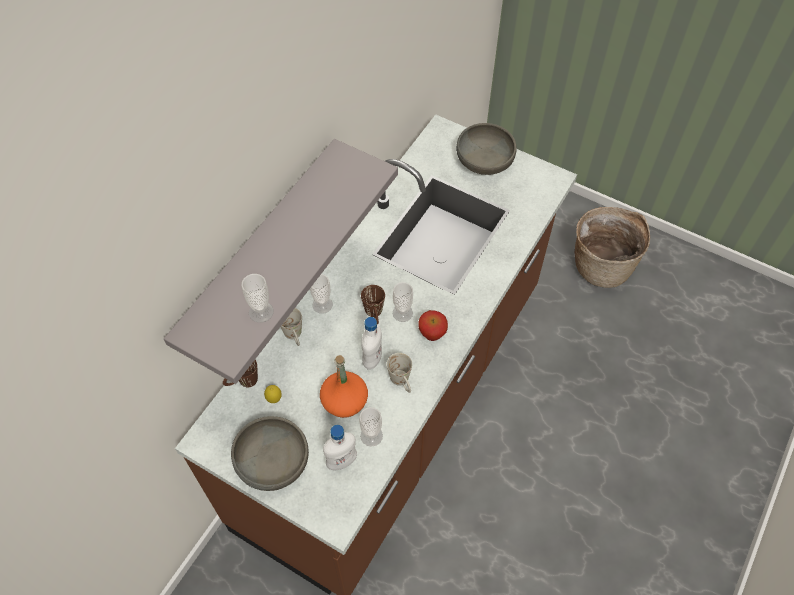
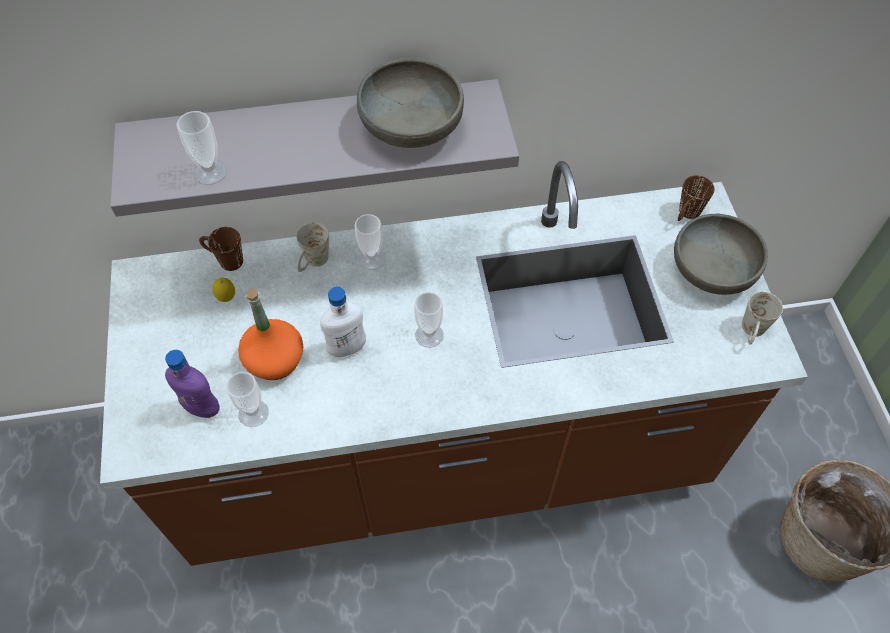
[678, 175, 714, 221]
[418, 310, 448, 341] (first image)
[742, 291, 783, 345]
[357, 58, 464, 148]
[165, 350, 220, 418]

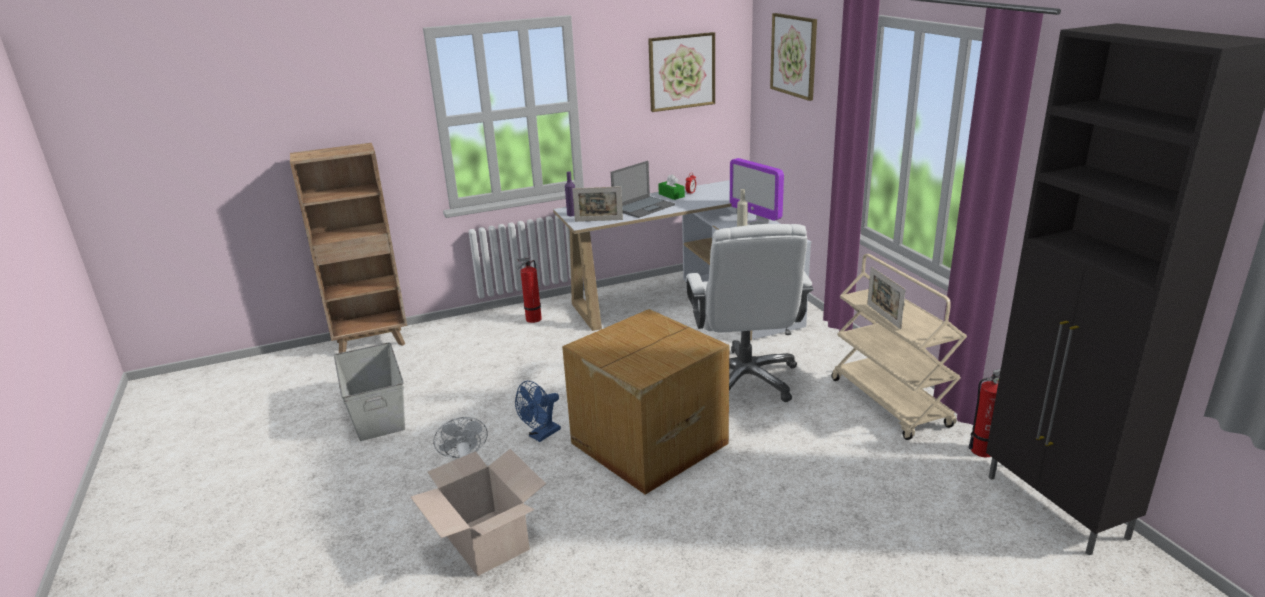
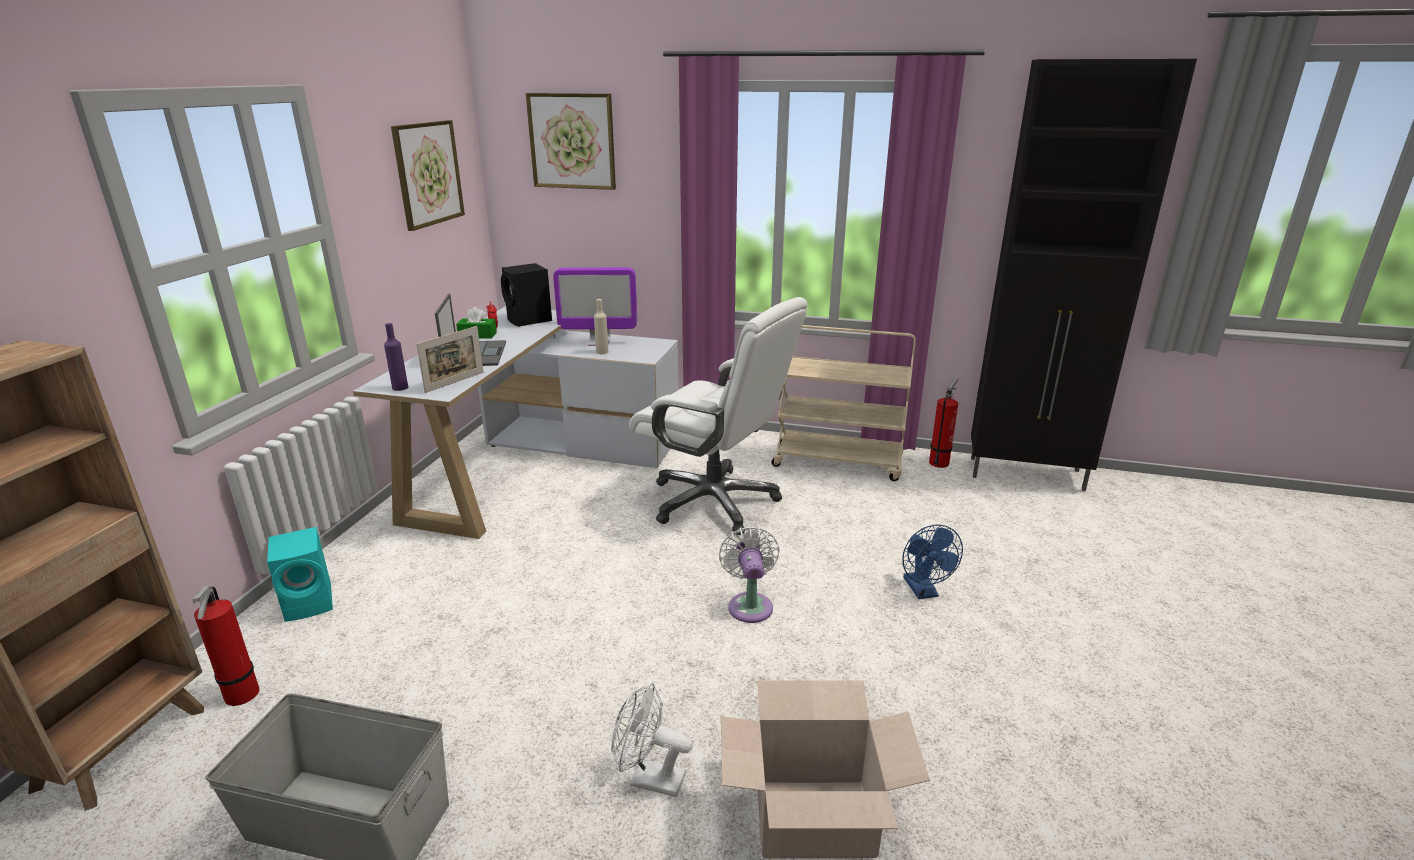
[193, 586, 259, 706]
[867, 266, 906, 329] (first image)
[719, 526, 780, 623]
[902, 525, 963, 599]
[501, 263, 552, 327]
[267, 527, 333, 622]

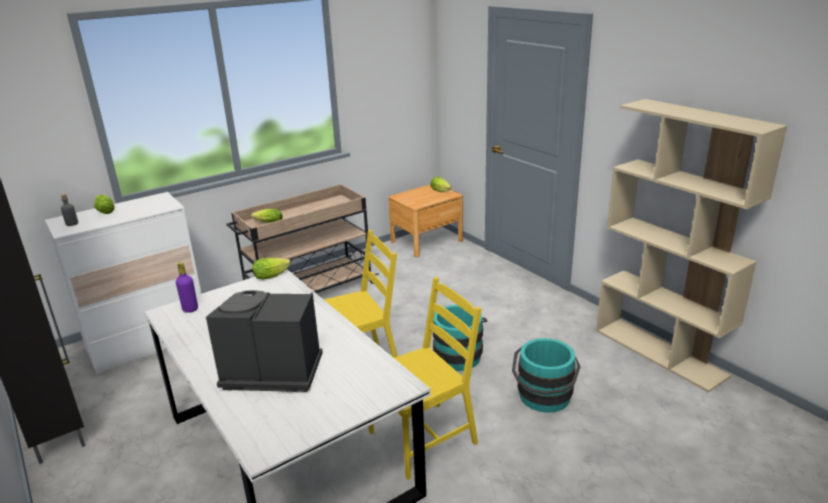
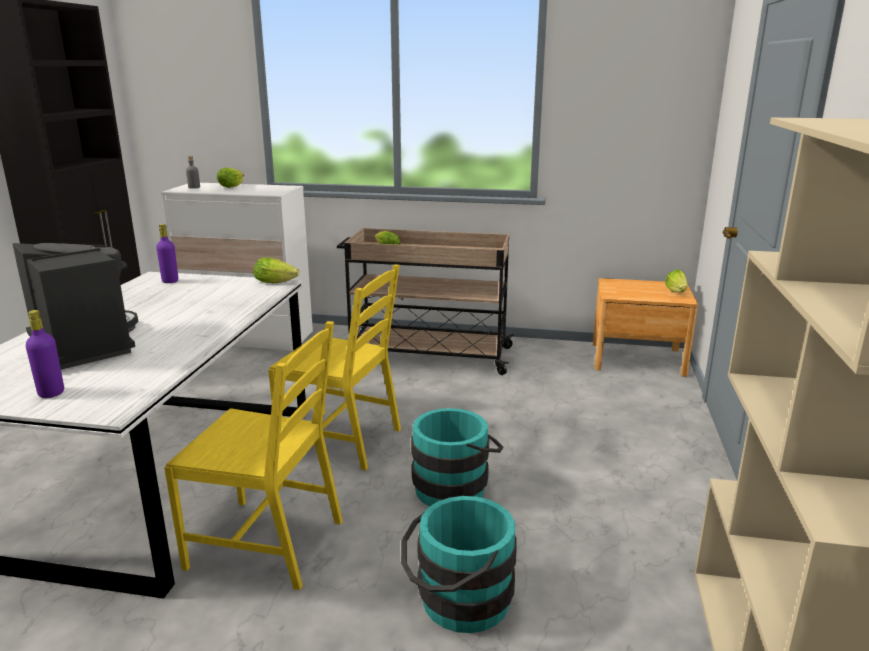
[26, 310, 64, 398]

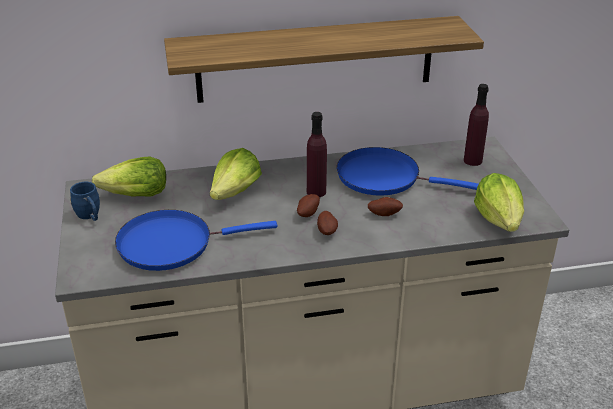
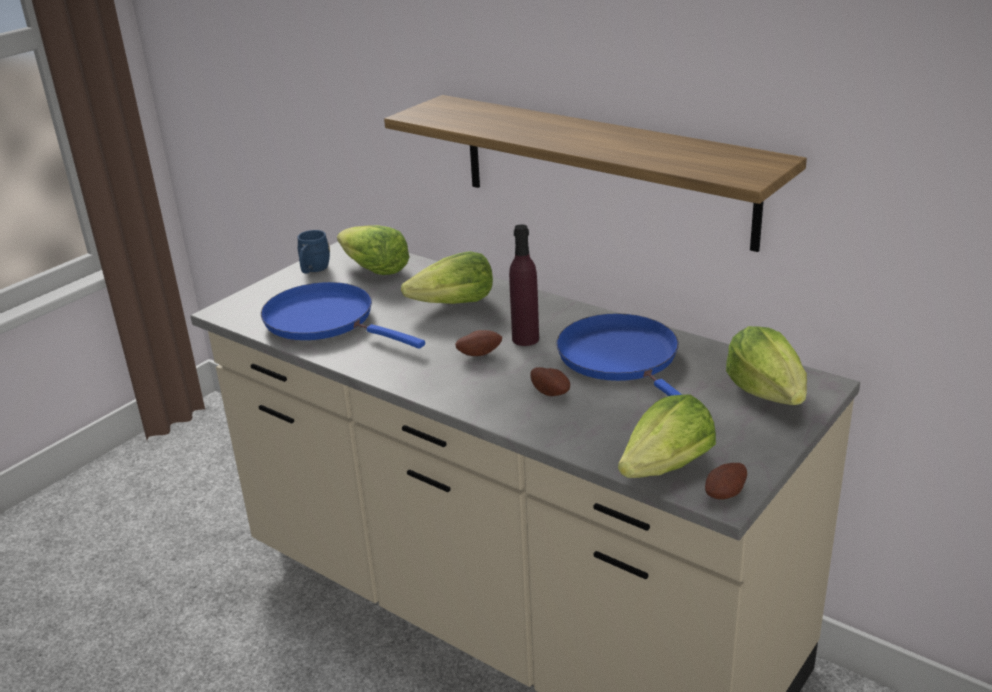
[726, 326, 807, 405]
[705, 463, 747, 499]

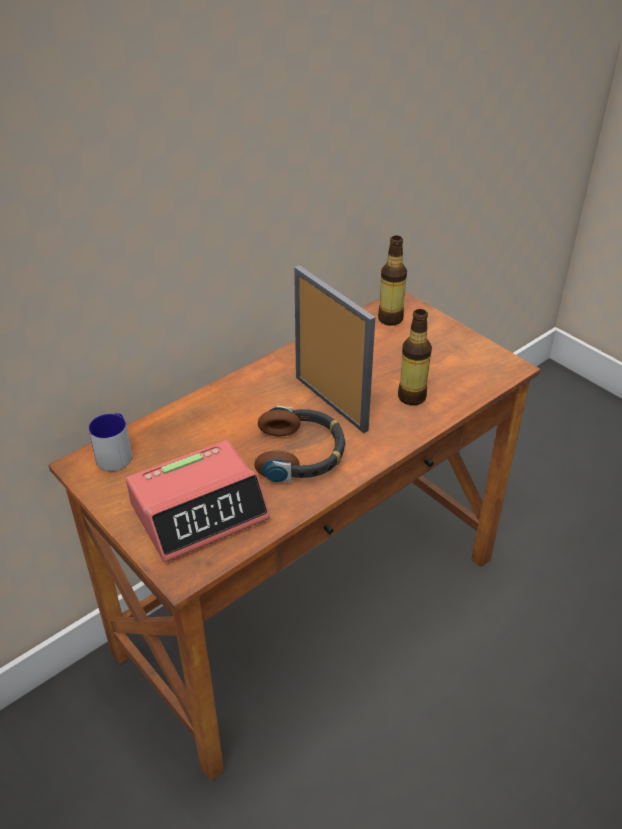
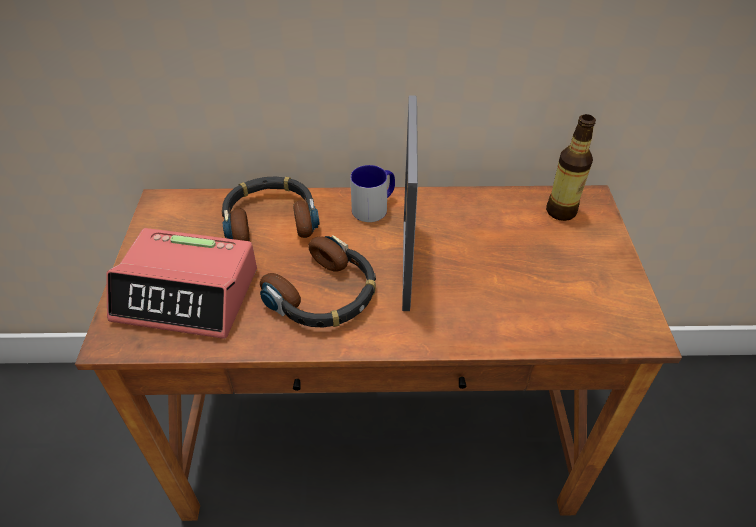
[398, 309, 432, 405] (first image)
[350, 165, 395, 222]
[221, 177, 319, 241]

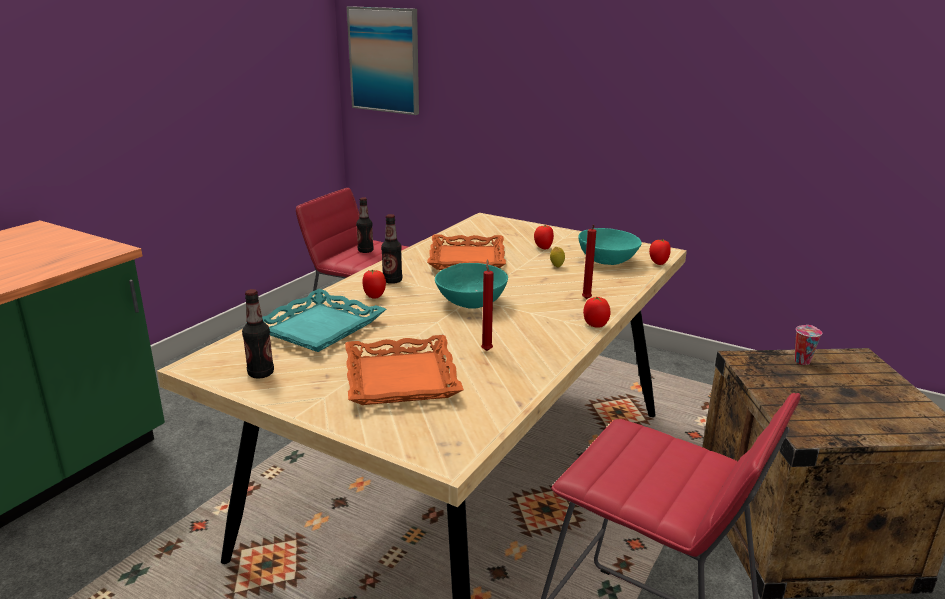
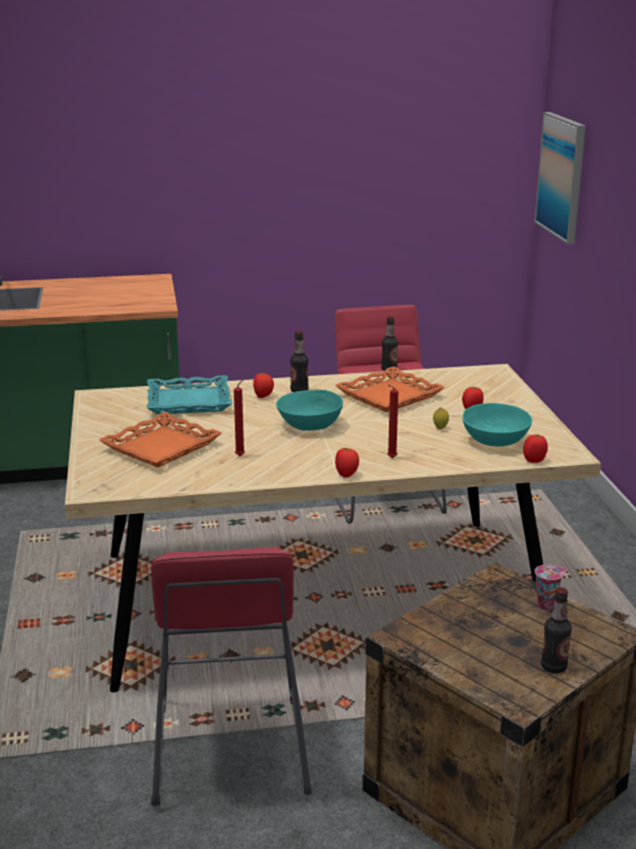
[541, 587, 572, 673]

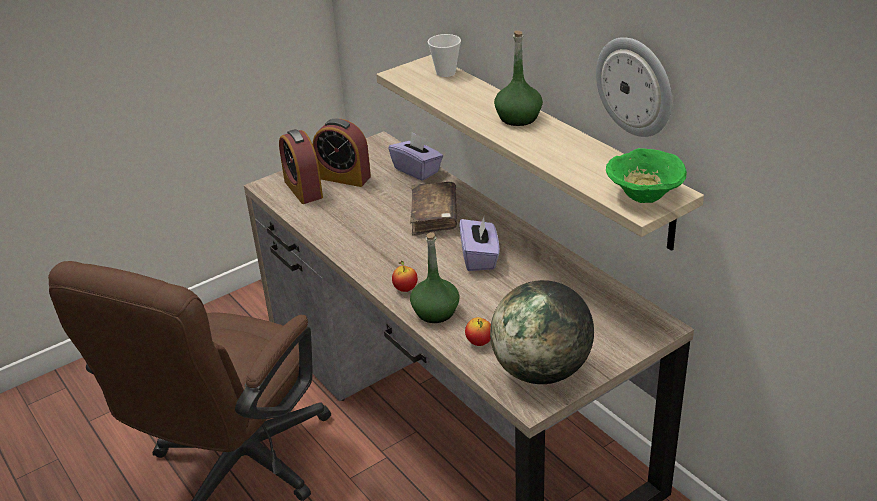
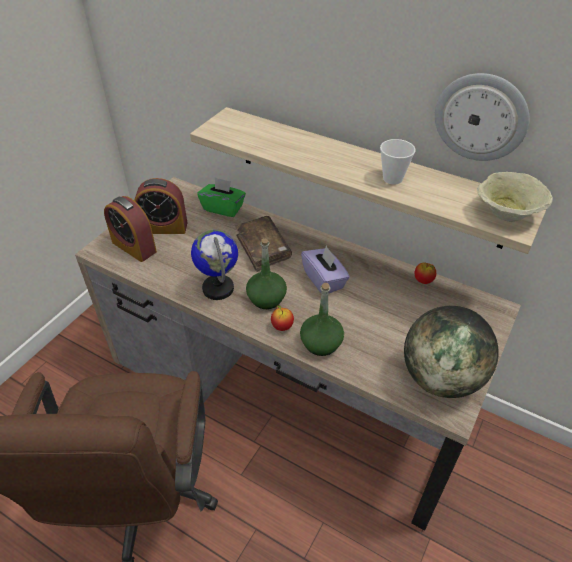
[246, 238, 287, 309]
[380, 139, 416, 185]
[197, 177, 246, 217]
[477, 172, 553, 222]
[415, 262, 436, 284]
[191, 230, 238, 300]

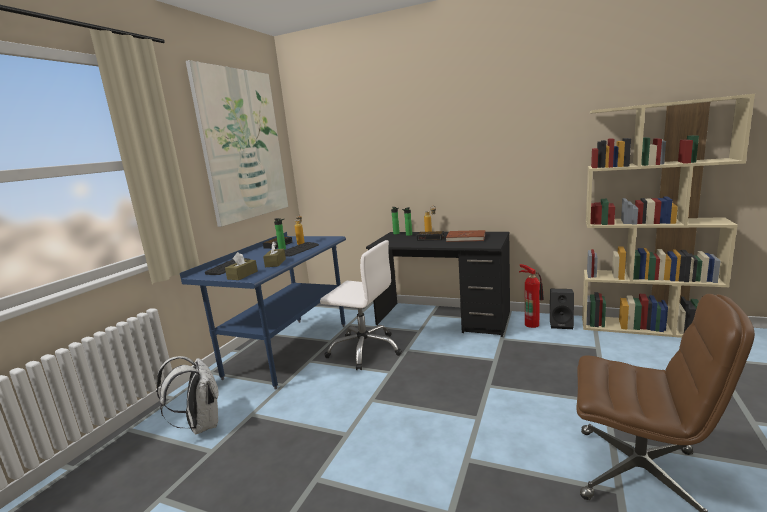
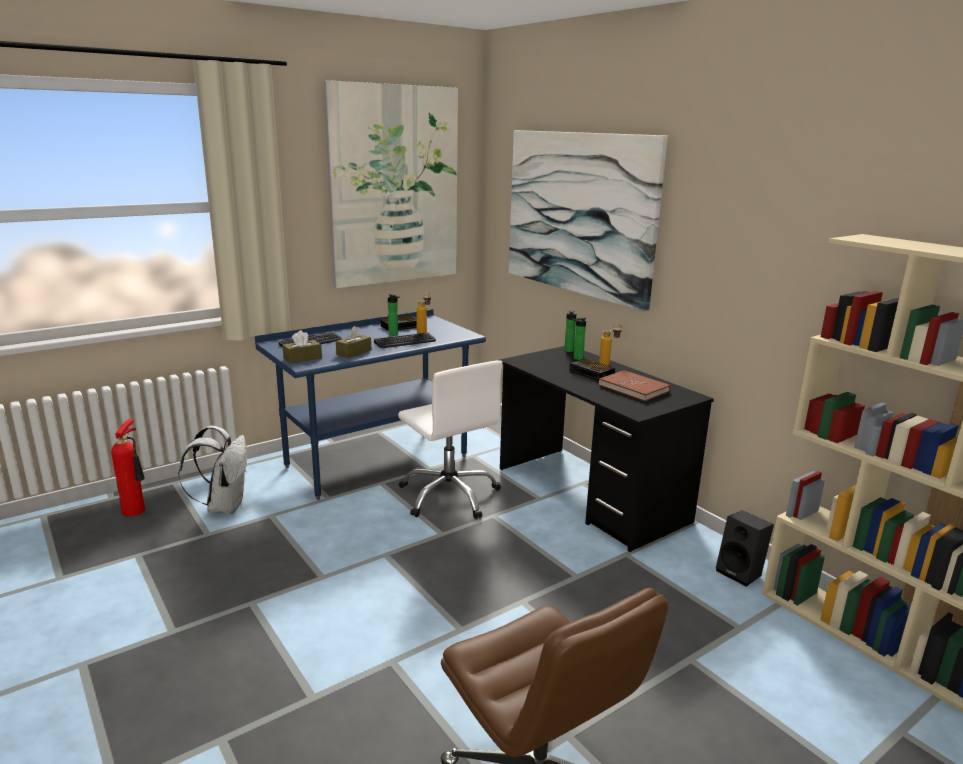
[111, 419, 145, 517]
[509, 130, 668, 312]

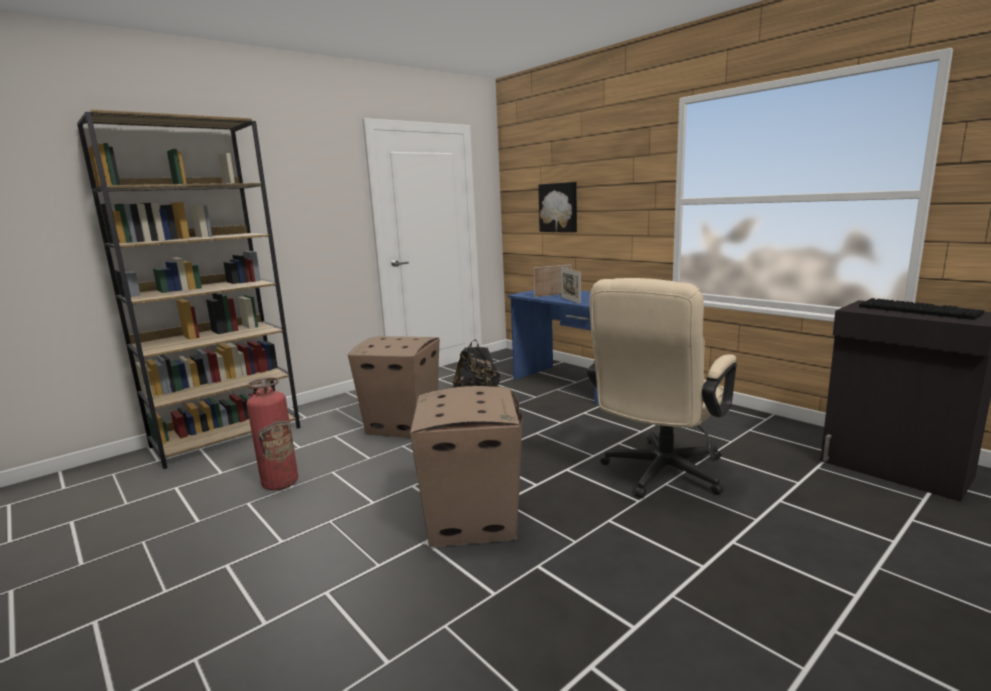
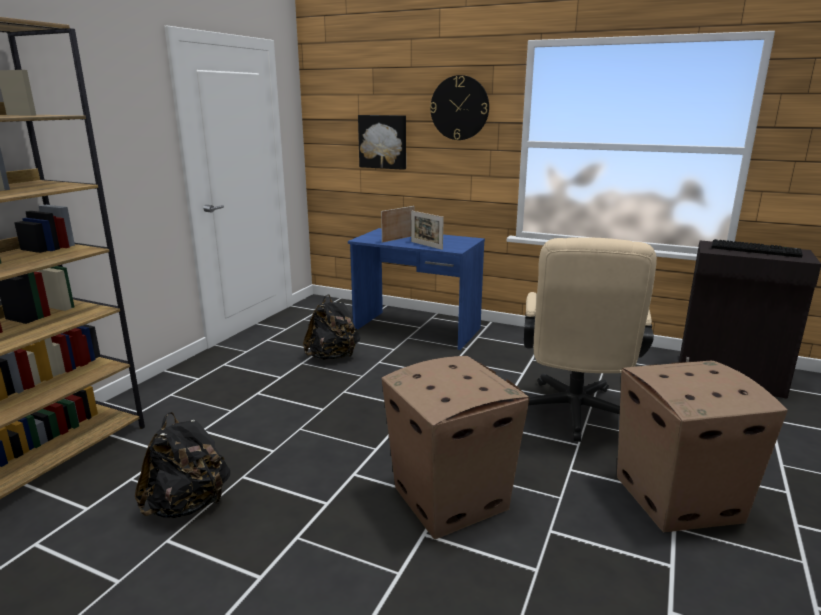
[617, 361, 788, 533]
[135, 412, 230, 518]
[430, 75, 489, 140]

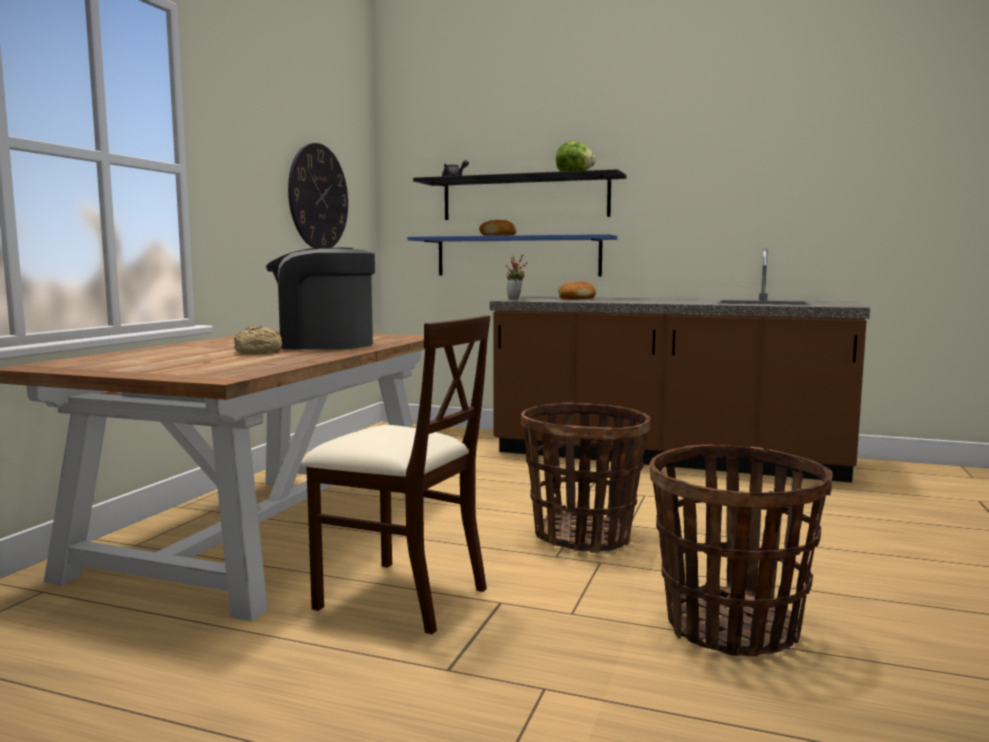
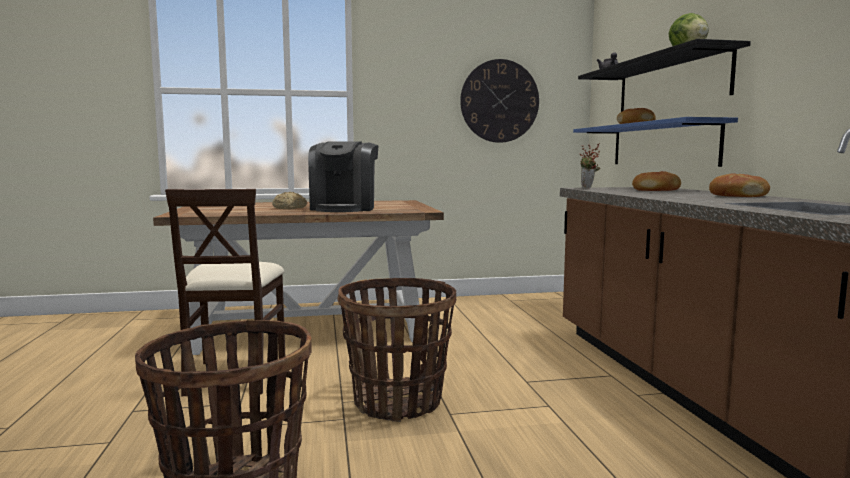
[308, 141, 379, 212]
[709, 173, 770, 197]

